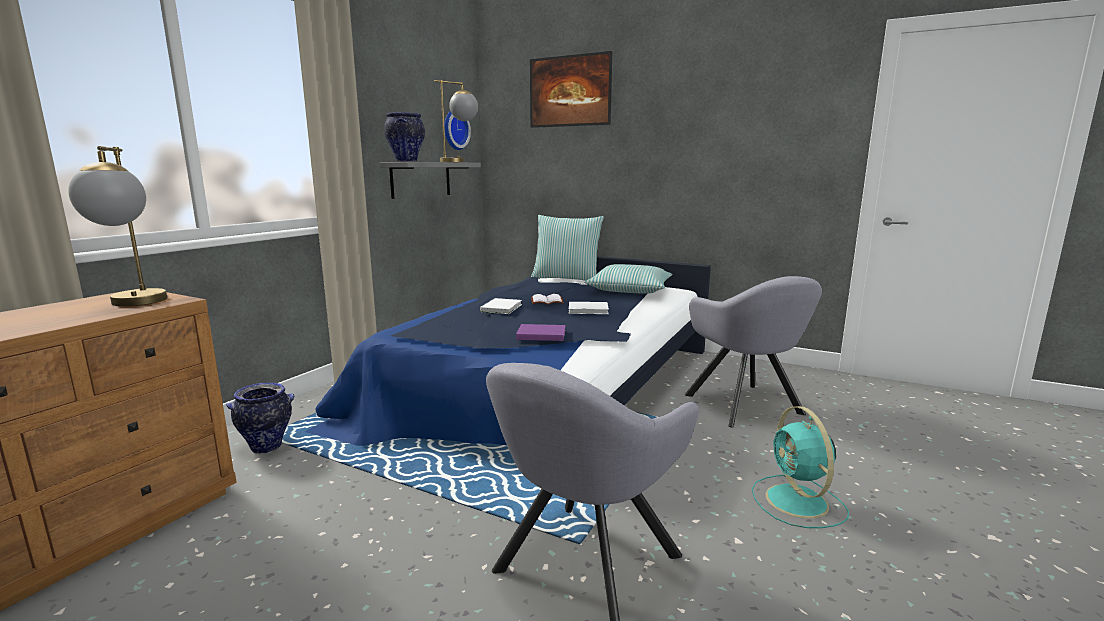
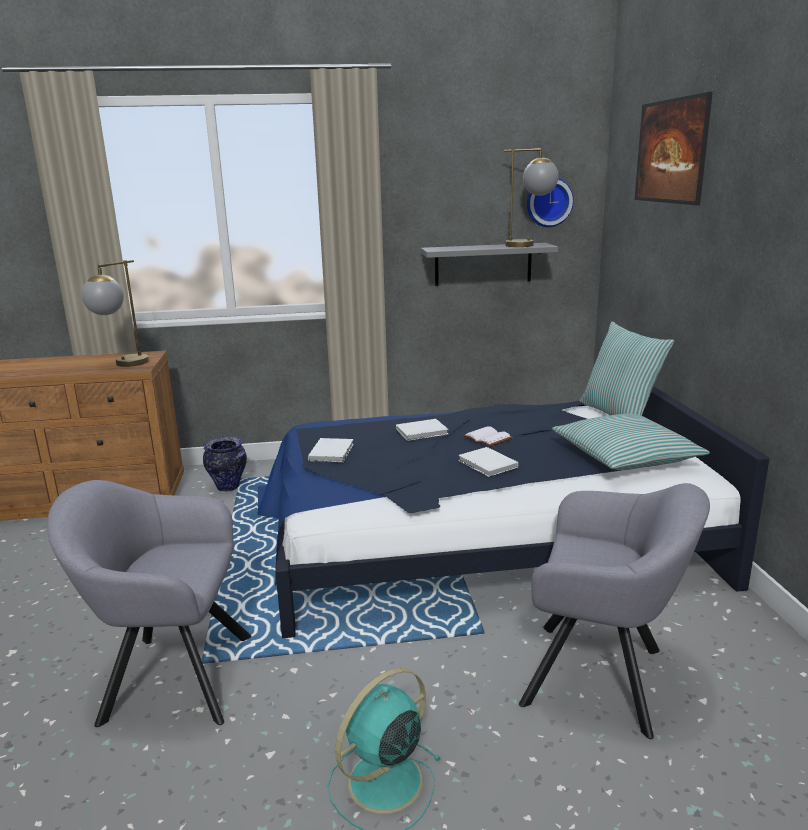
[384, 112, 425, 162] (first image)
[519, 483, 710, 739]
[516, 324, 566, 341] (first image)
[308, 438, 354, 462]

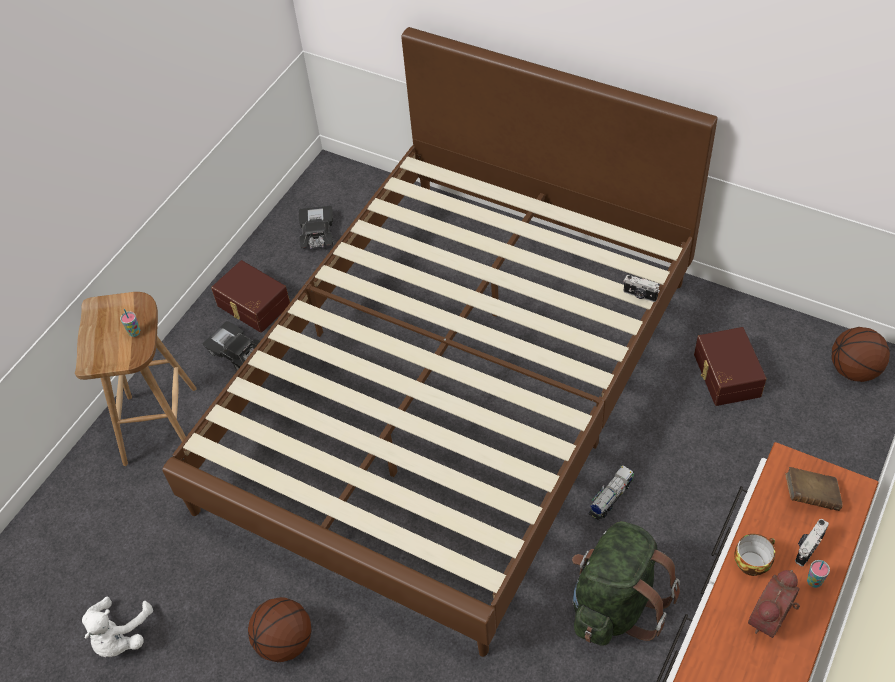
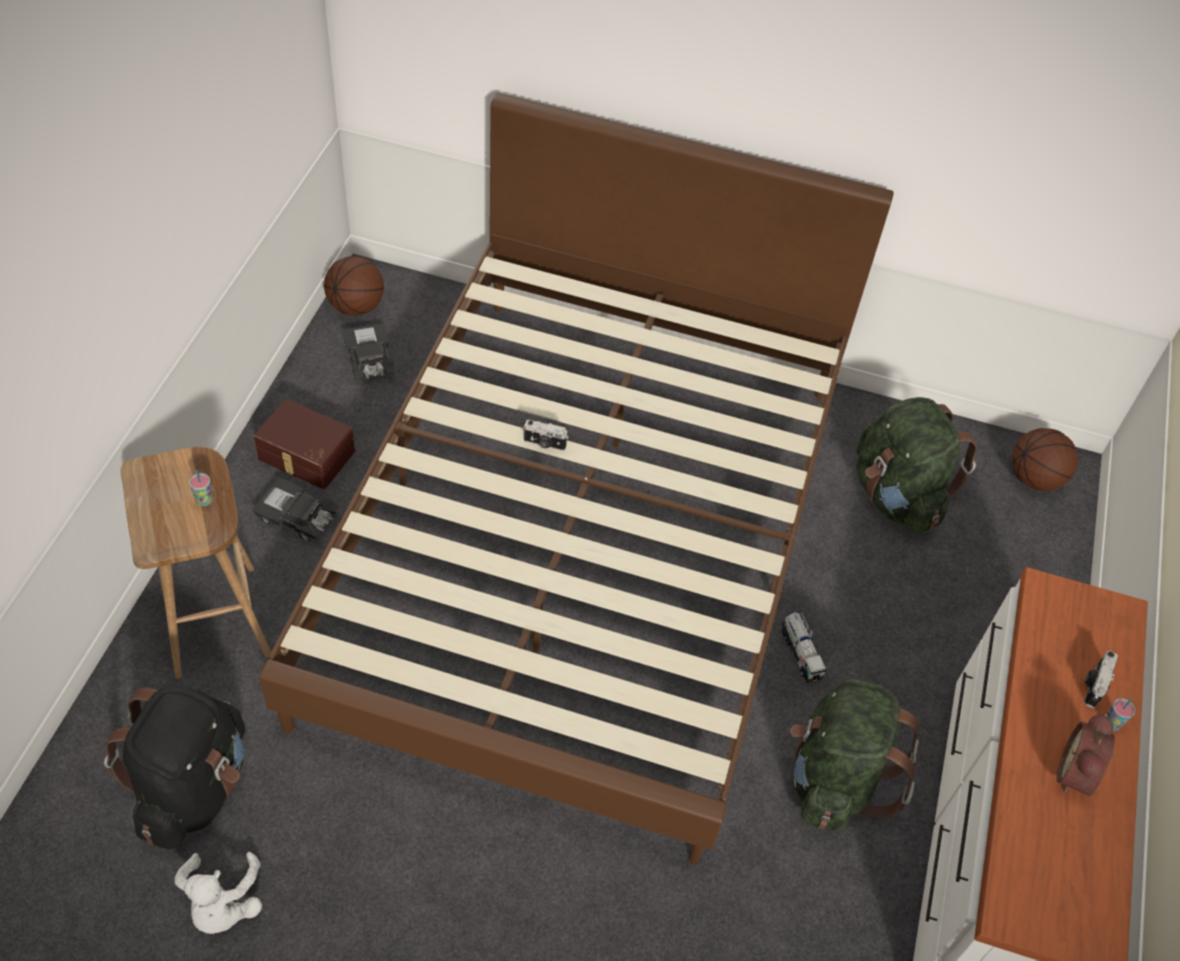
[523, 419, 569, 451]
[857, 397, 977, 534]
[781, 611, 827, 683]
[785, 467, 843, 511] (first image)
[734, 534, 775, 576] (first image)
[324, 256, 384, 316]
[104, 686, 245, 849]

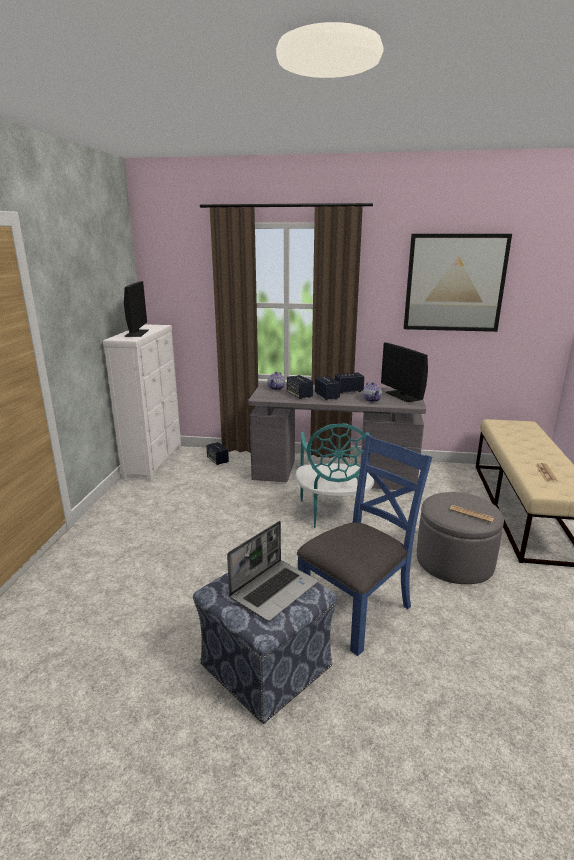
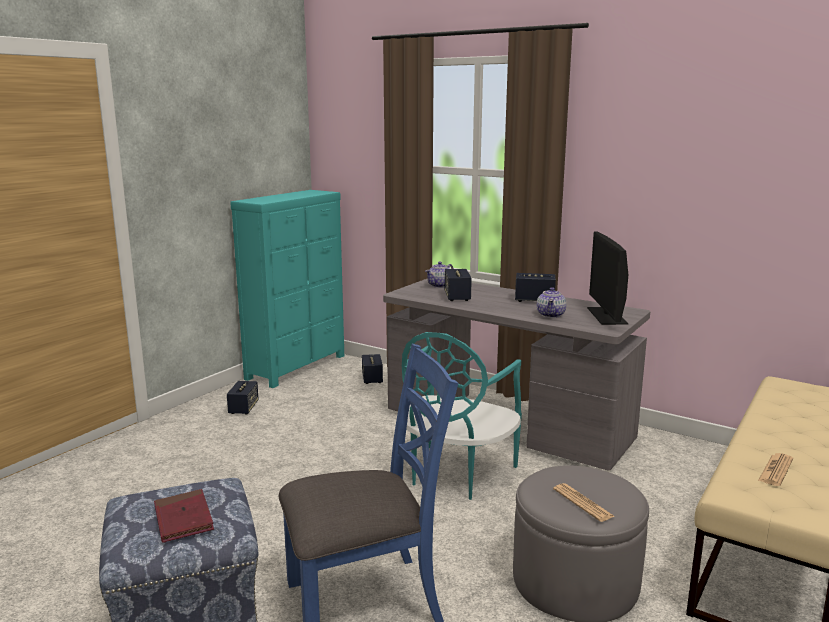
[404, 234, 512, 332] (first image)
[124, 281, 149, 337] (first image)
[230, 190, 344, 388]
[227, 381, 259, 415]
[154, 489, 214, 543]

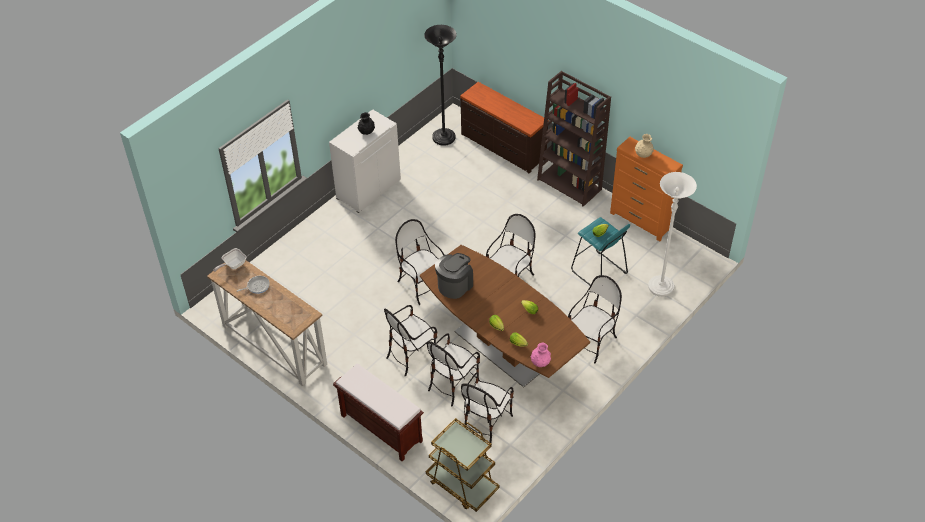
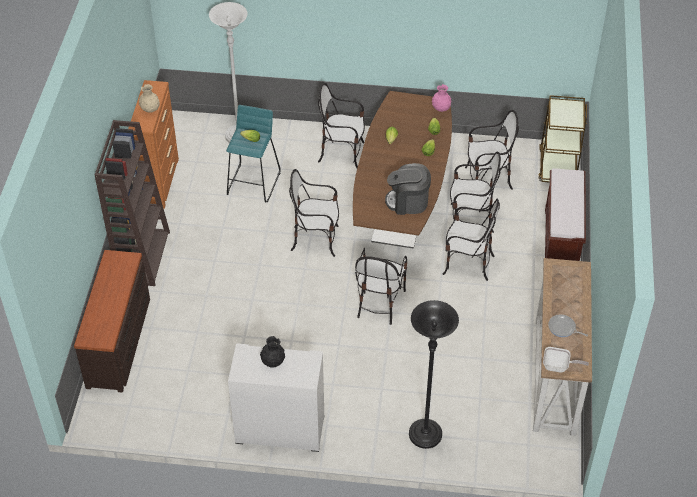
[409, 300, 459, 449]

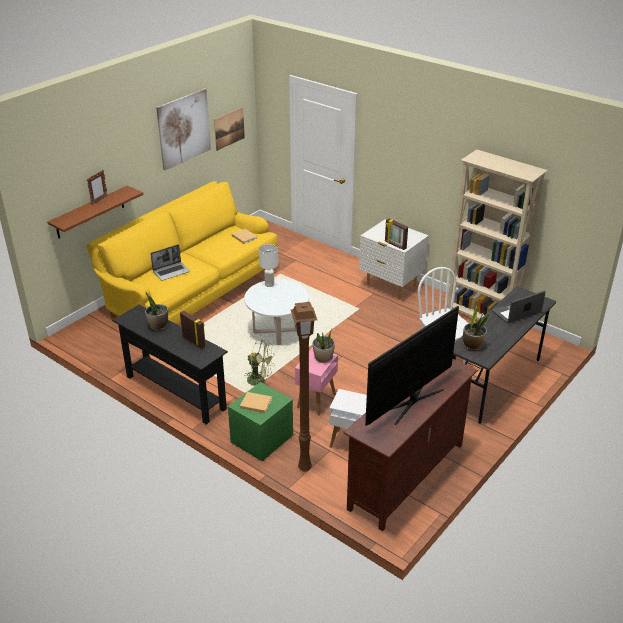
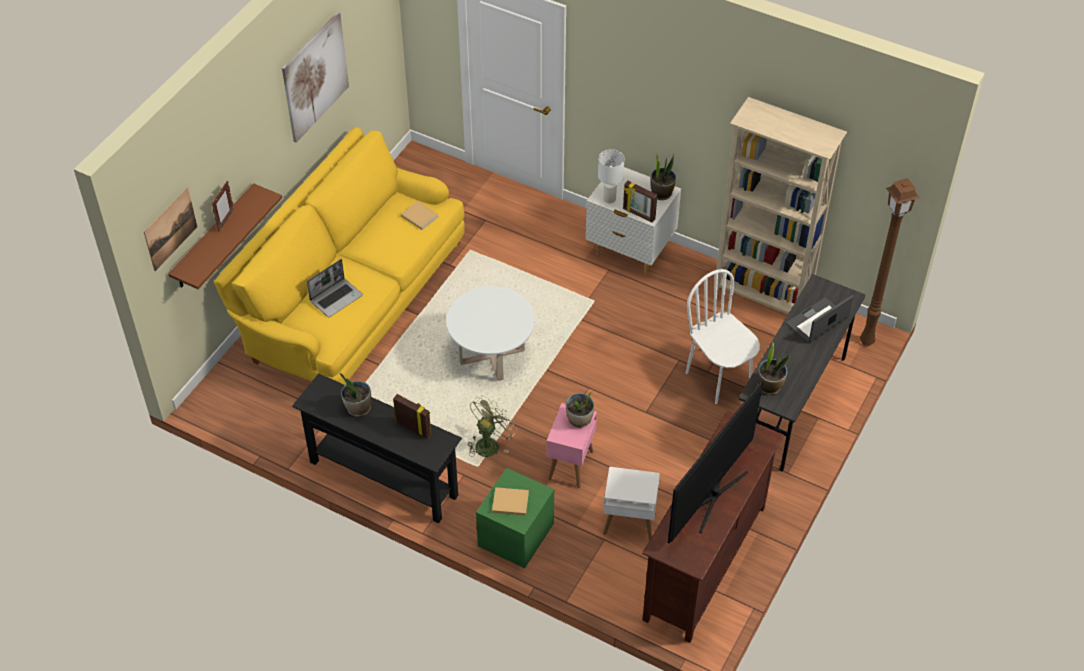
[144, 188, 197, 271]
[598, 149, 624, 203]
[860, 178, 919, 346]
[468, 396, 517, 457]
[650, 153, 677, 200]

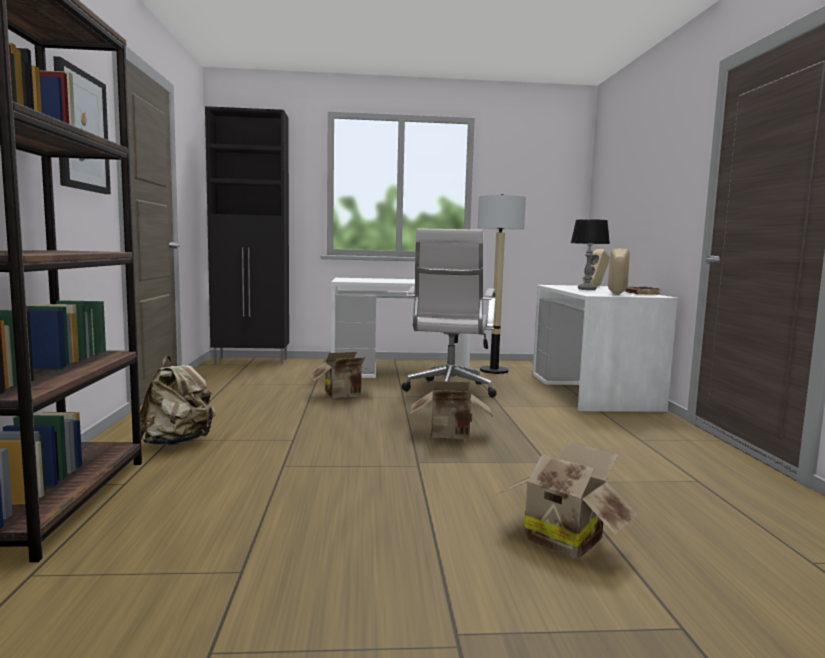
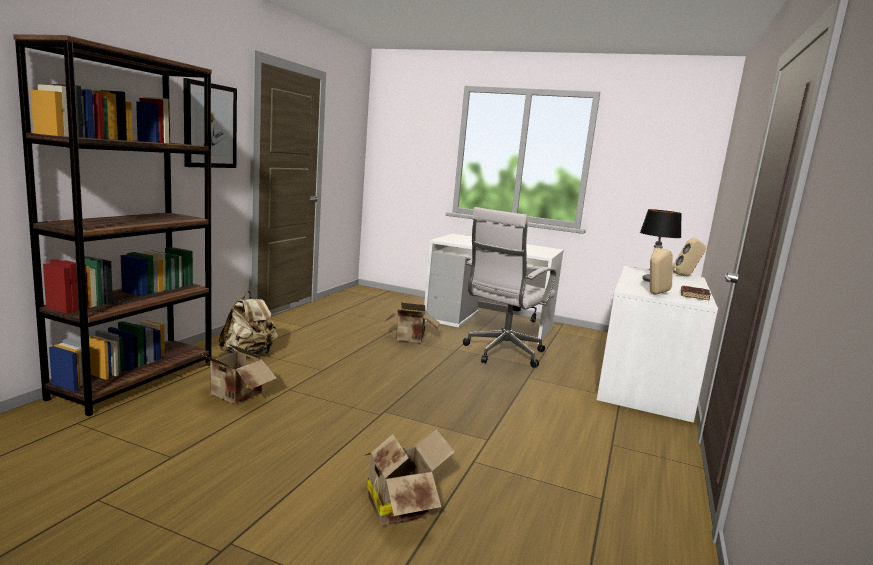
[205, 106, 289, 364] (first image)
[478, 194, 526, 374] (first image)
[197, 343, 277, 404]

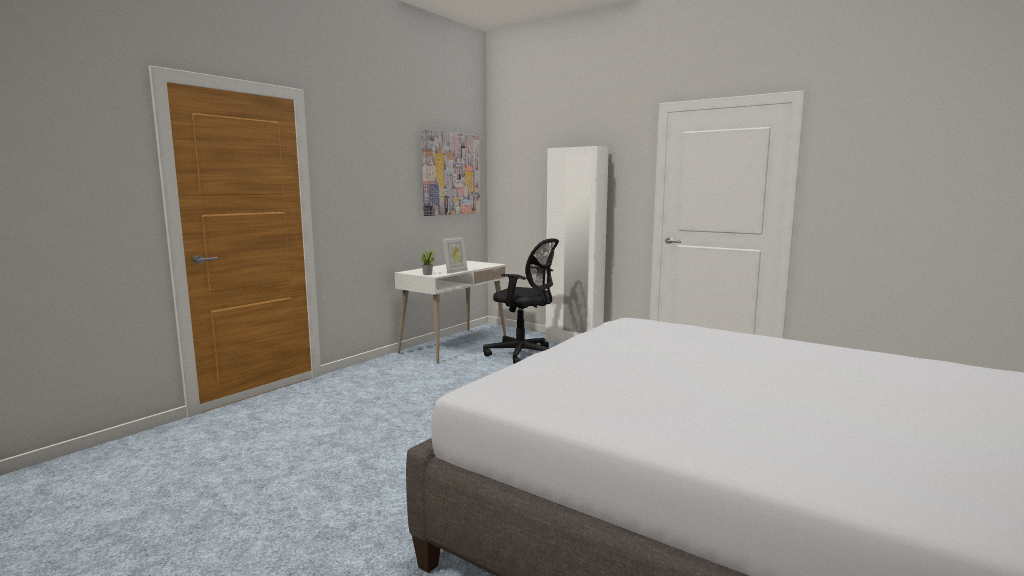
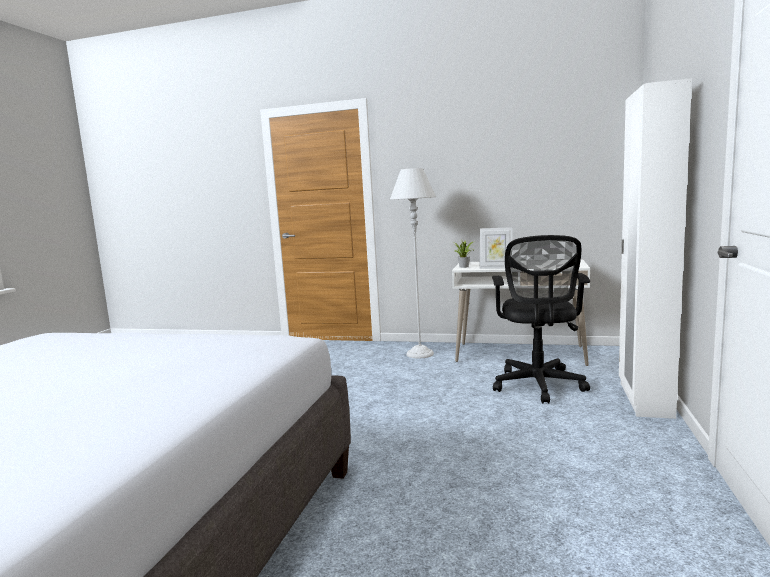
[421, 129, 480, 216] (first image)
[390, 168, 436, 358]

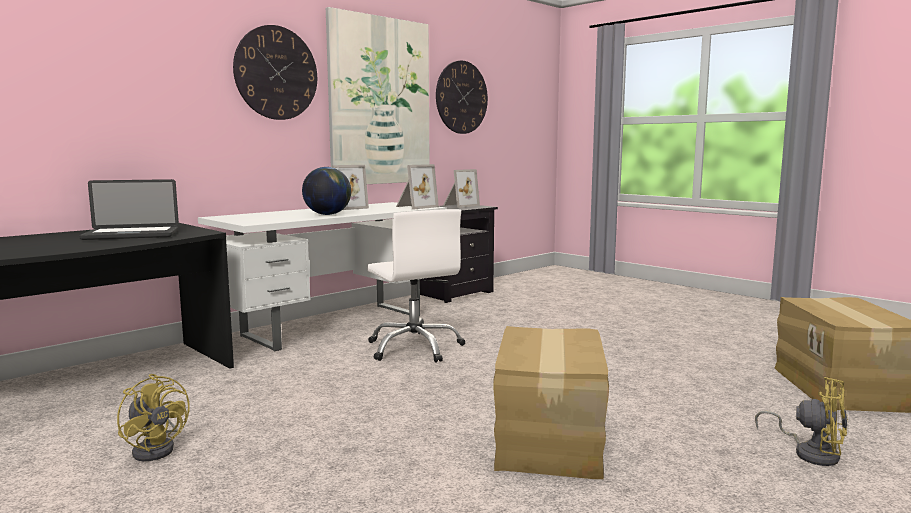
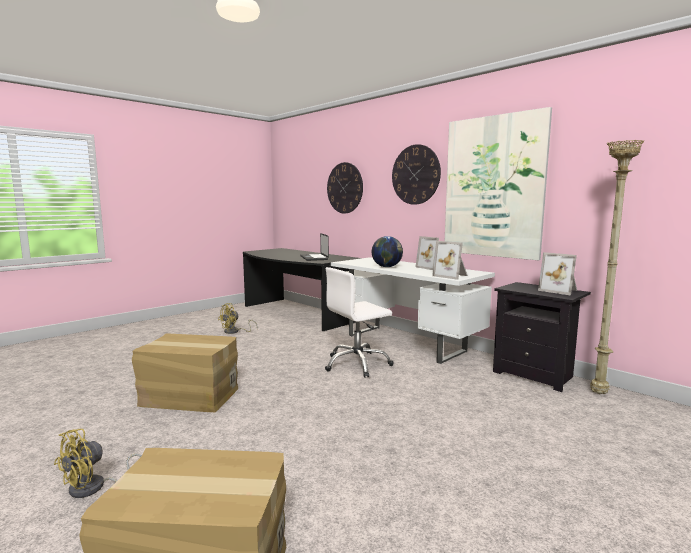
[327, 162, 363, 213]
[590, 140, 644, 394]

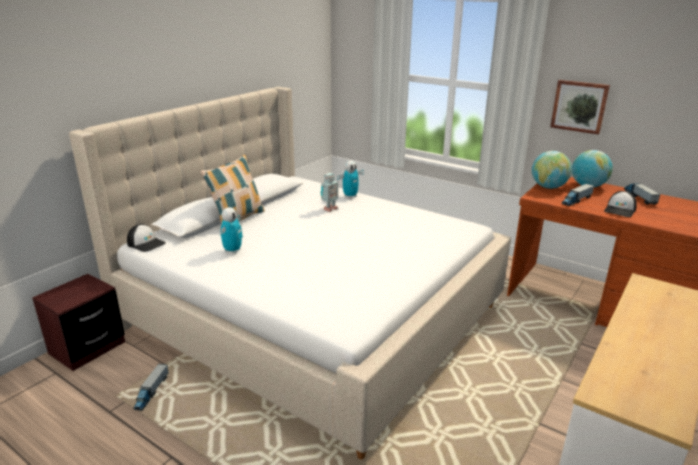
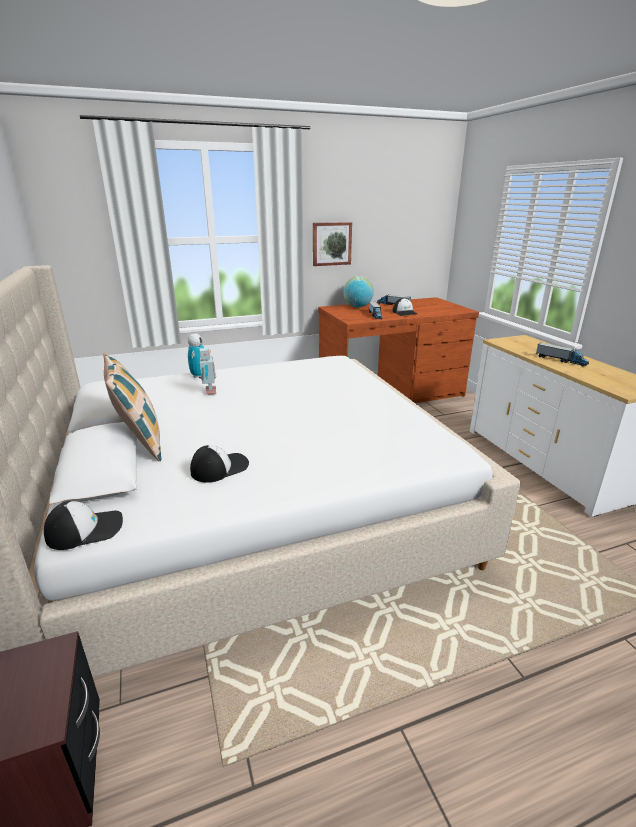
[532, 151, 572, 189] (first image)
[190, 445, 249, 482]
[536, 342, 589, 366]

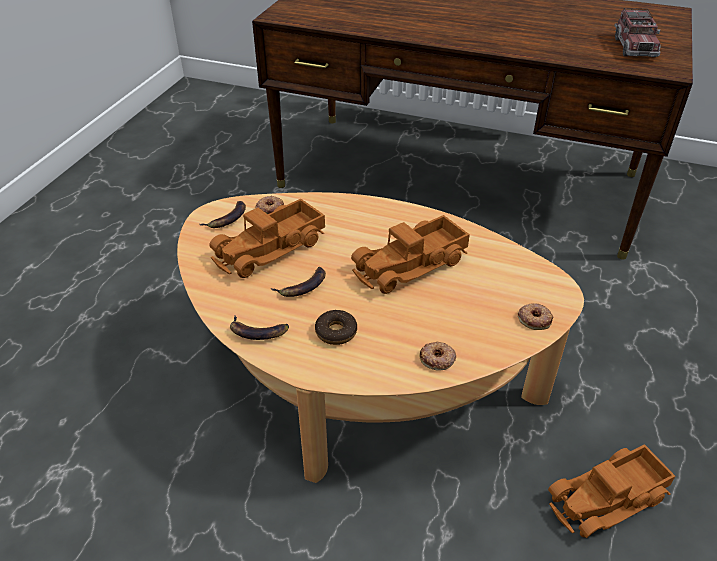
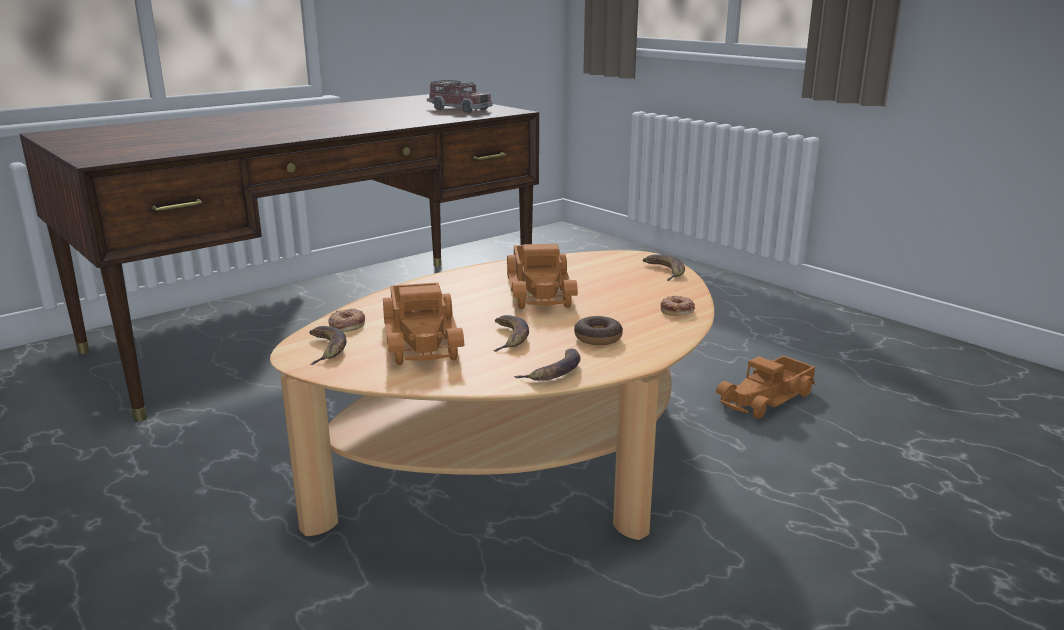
[643, 254, 685, 281]
[716, 356, 816, 419]

